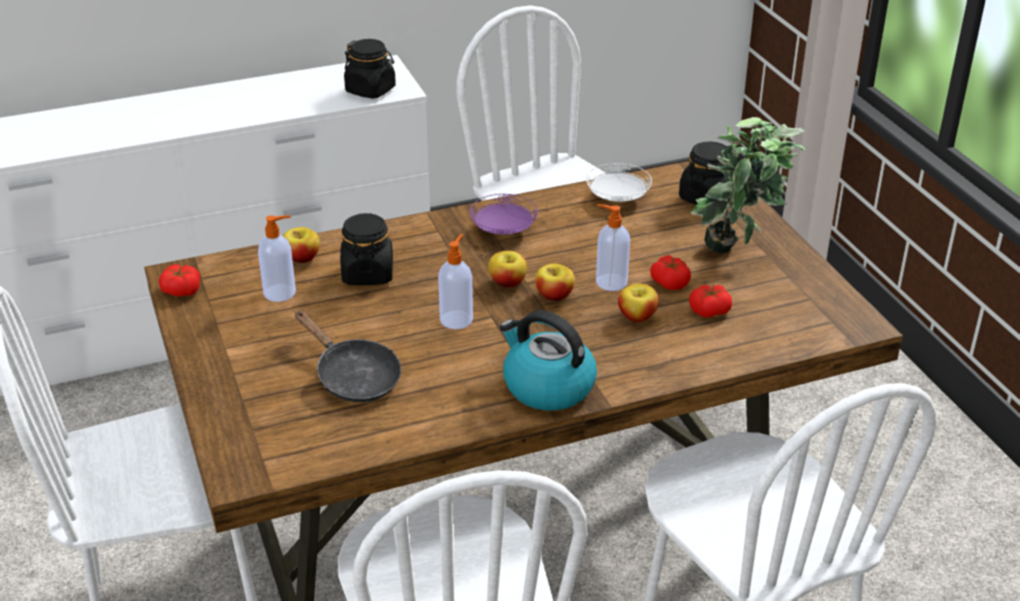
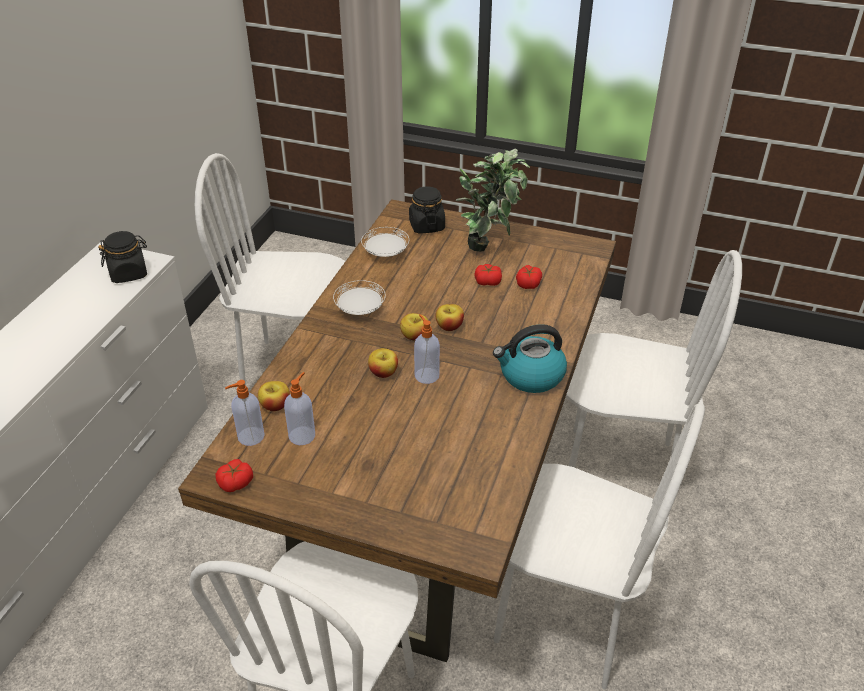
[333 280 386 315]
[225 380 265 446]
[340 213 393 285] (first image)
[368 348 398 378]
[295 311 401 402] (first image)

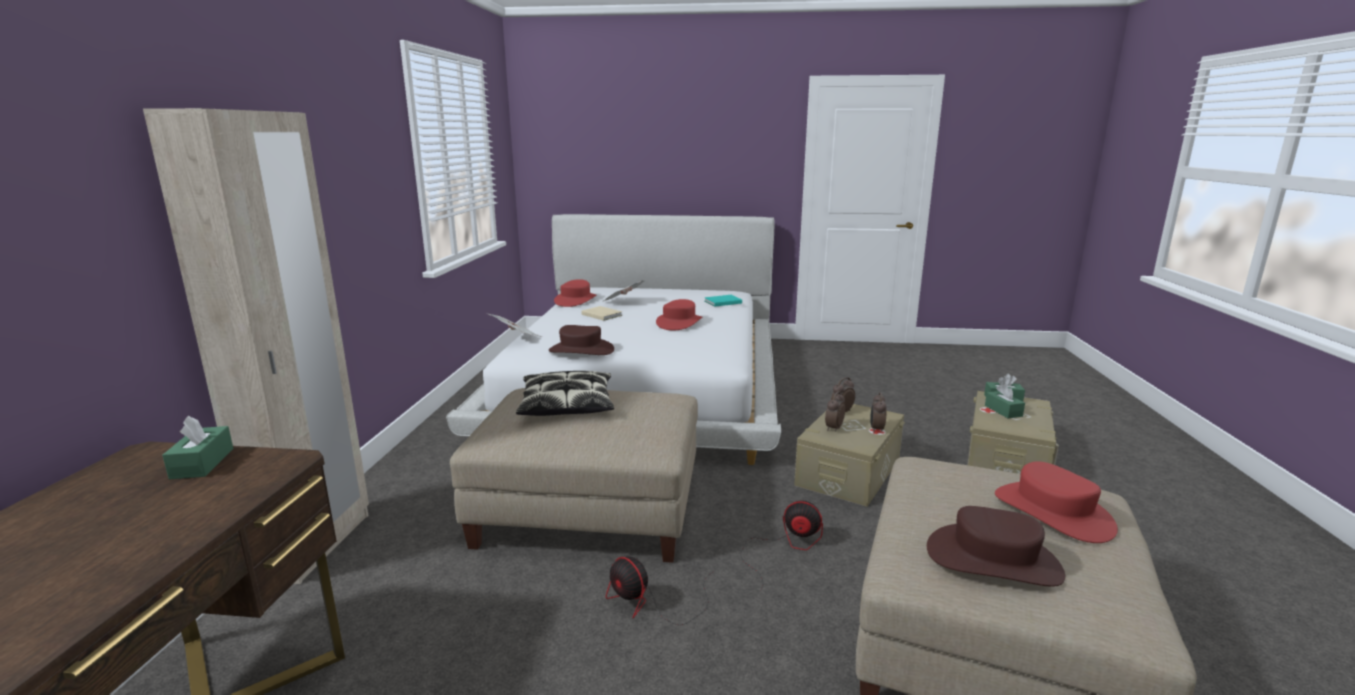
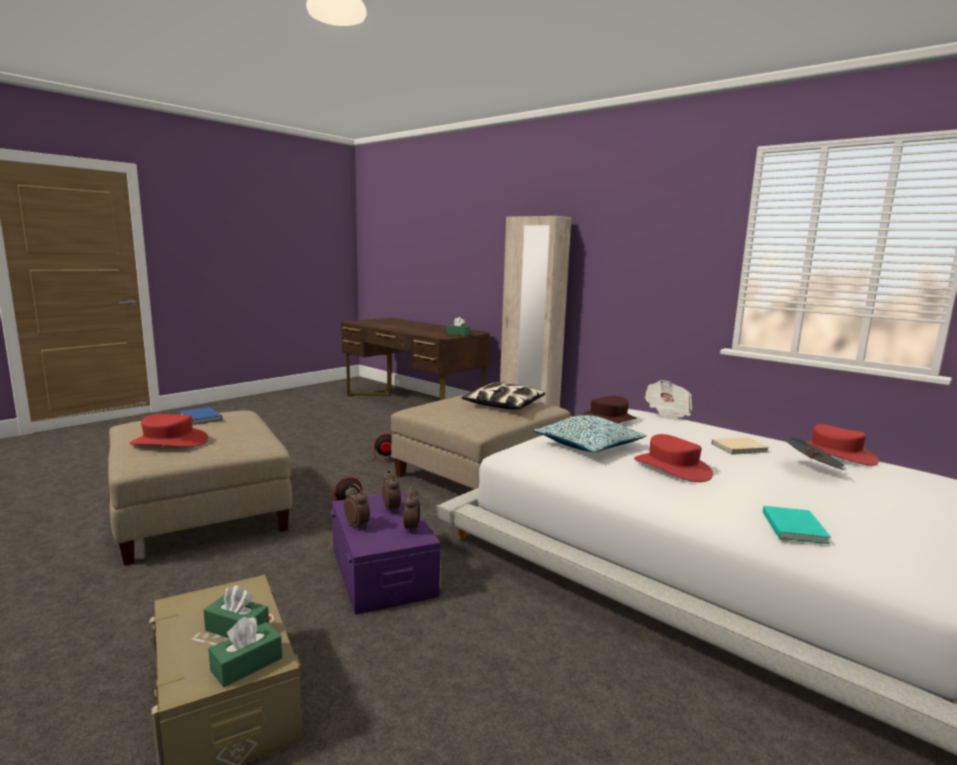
[331 492 441 615]
[180 407 222 425]
[533 415 647 453]

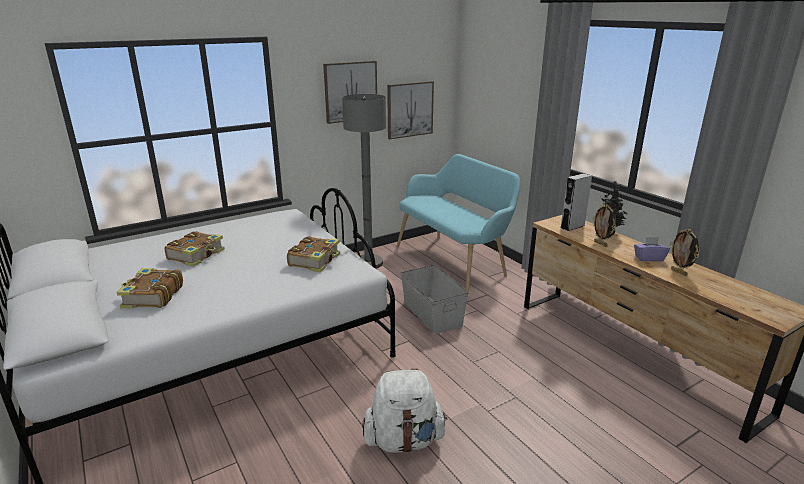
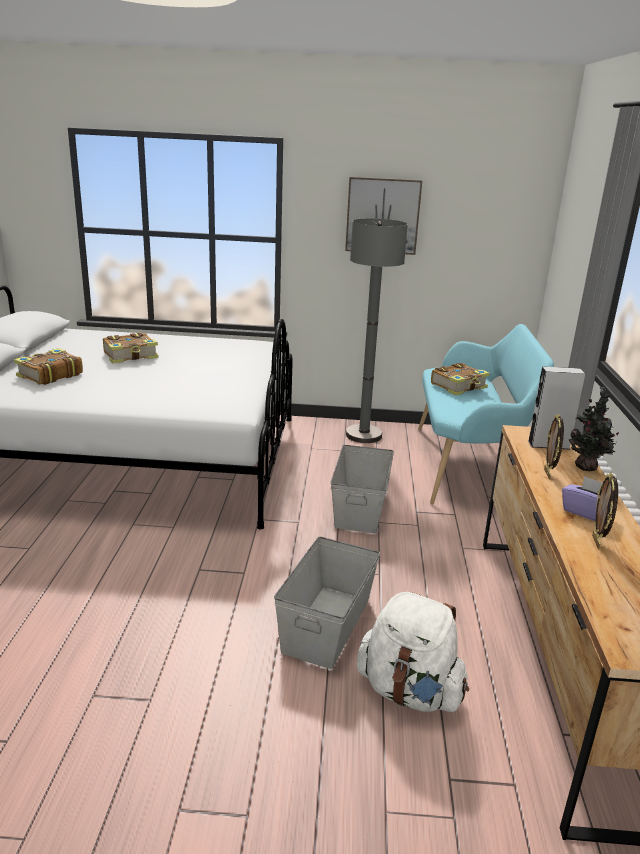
[387 81 434 139] (first image)
[431 363 490 395]
[357 592 469 712]
[274 537 380 669]

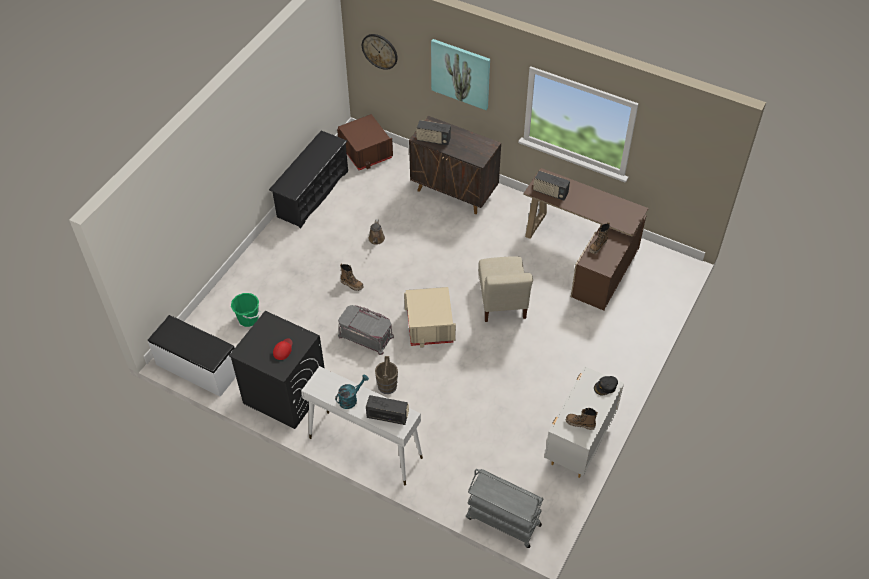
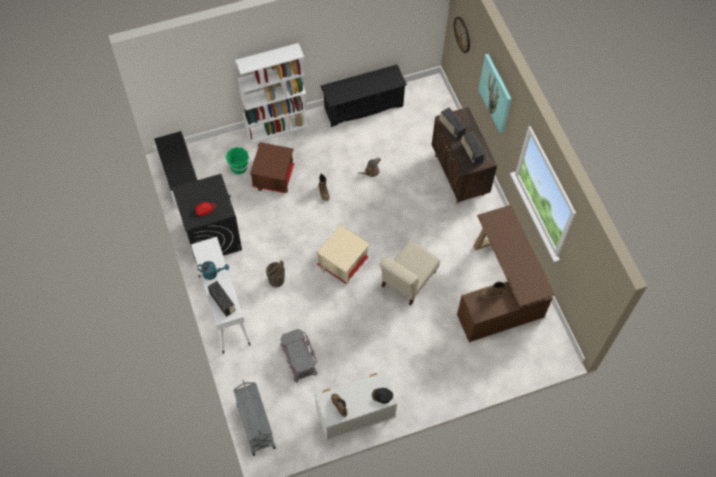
[250 142 295 193]
[461 132 485 166]
[280 329 317 382]
[235 43 308 143]

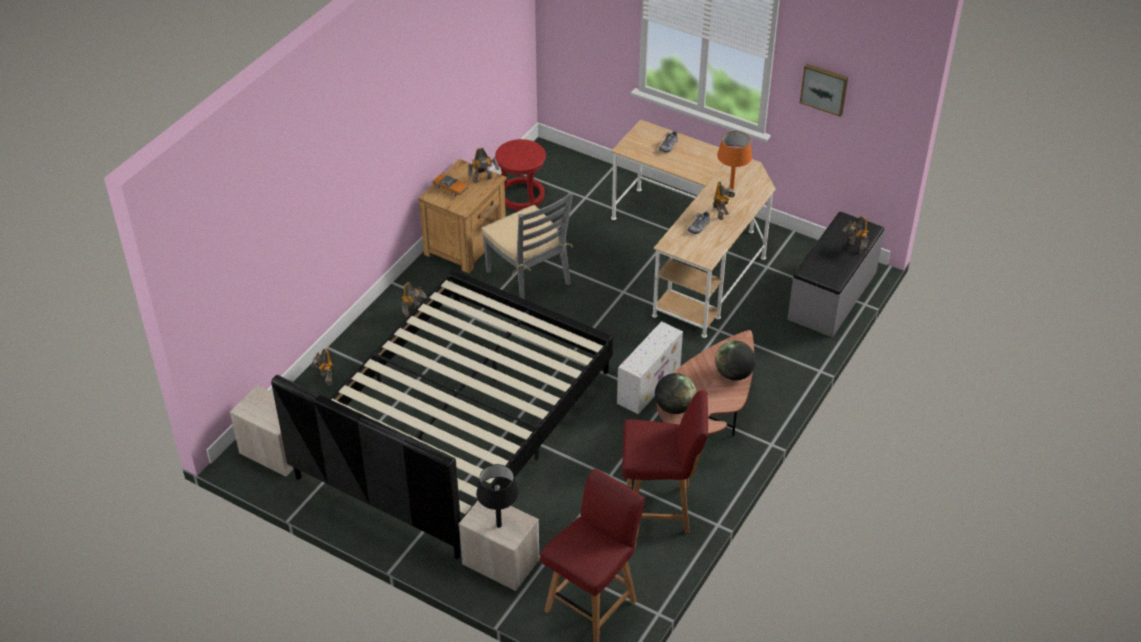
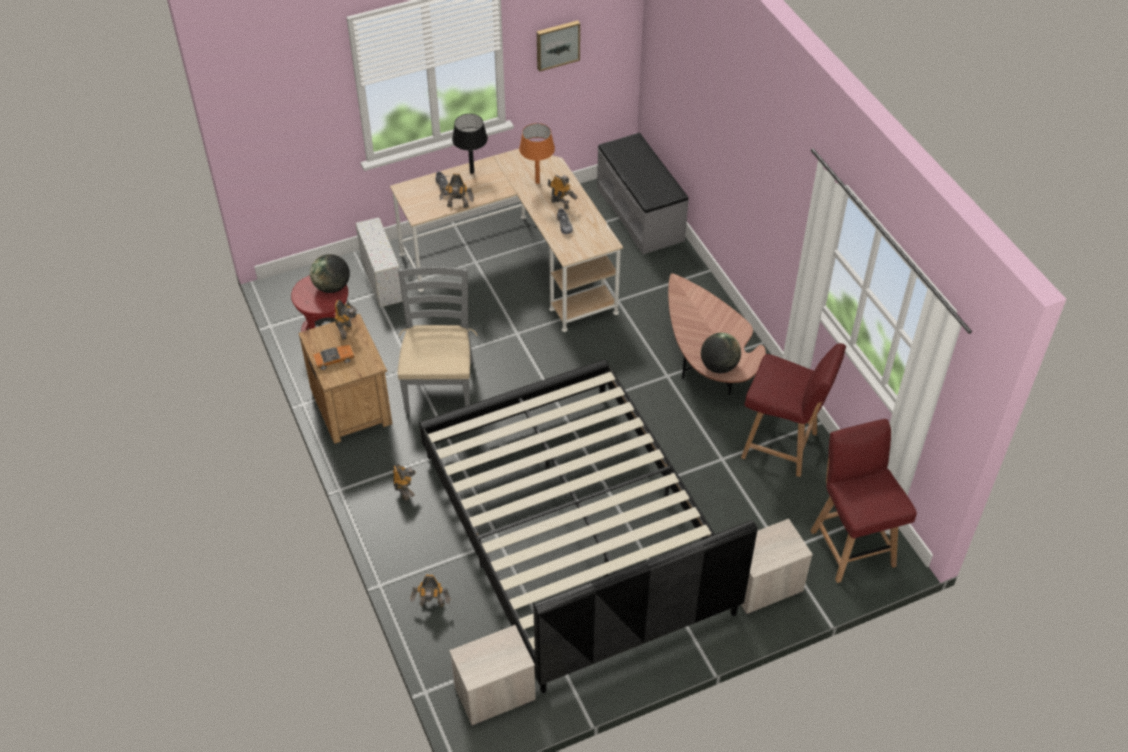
[398 267 478 414]
[439 174 474 208]
[355 217 403 307]
[310 254 350 293]
[741 343 846 477]
[452 114 488 174]

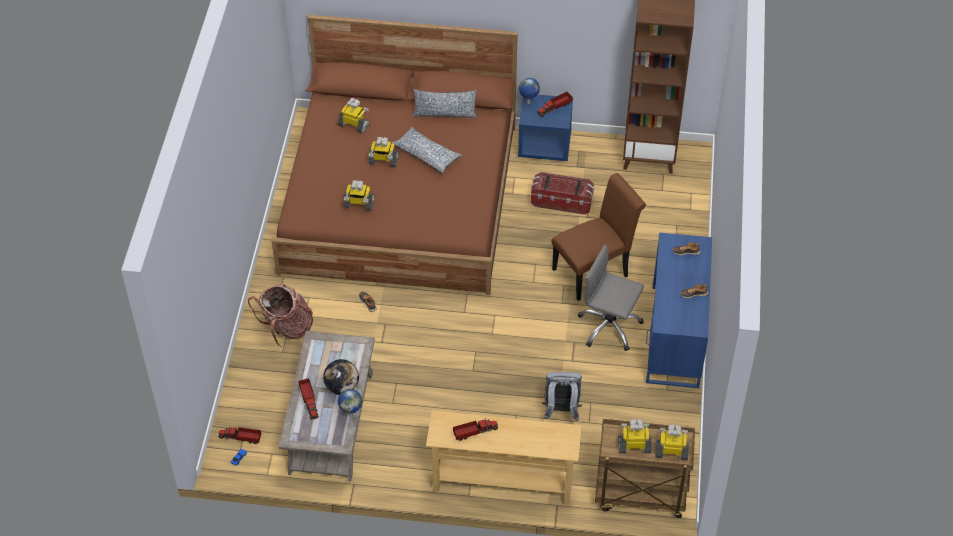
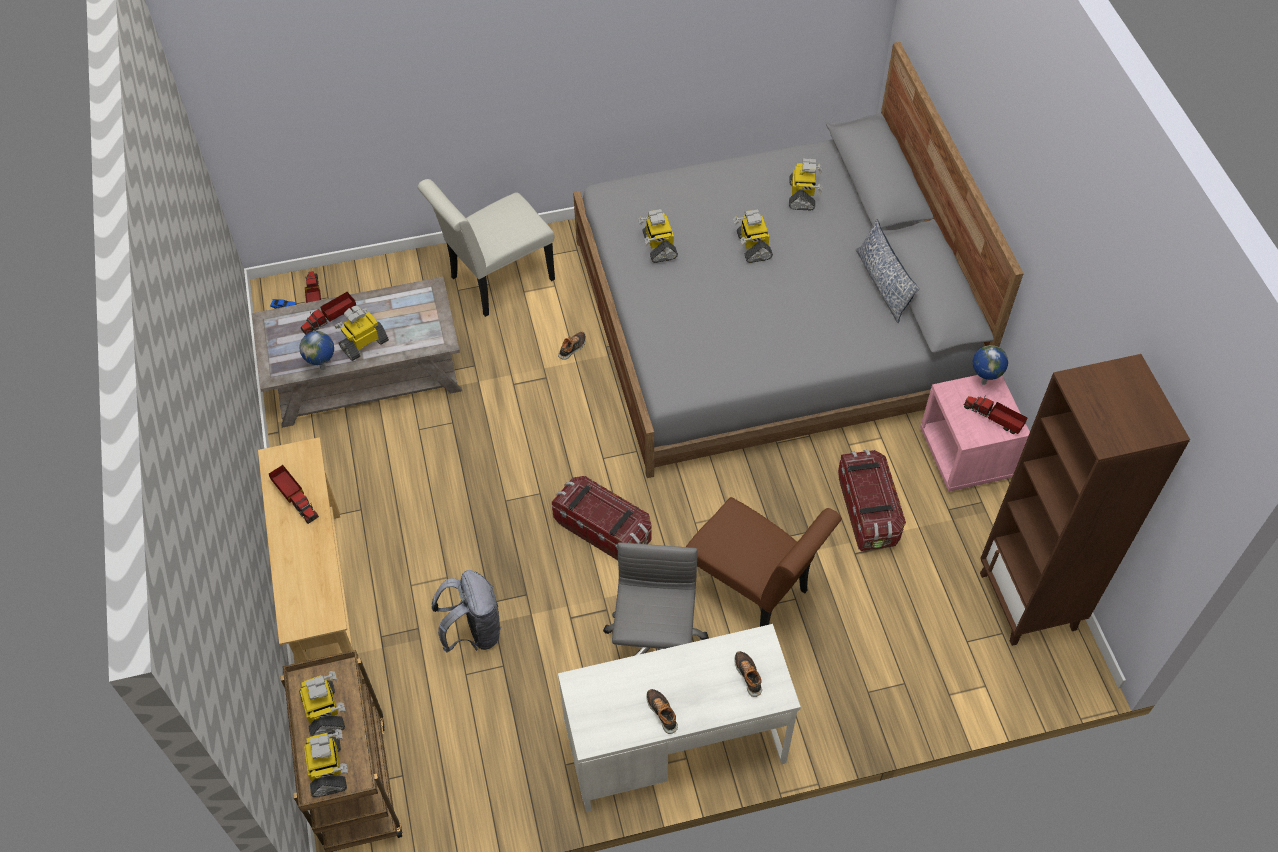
[573 42 1024 478]
[920 375 1030 492]
[391 127 462 173] (first image)
[558 624 801 812]
[417 179 555 317]
[335 305 389 361]
[552 476 652 560]

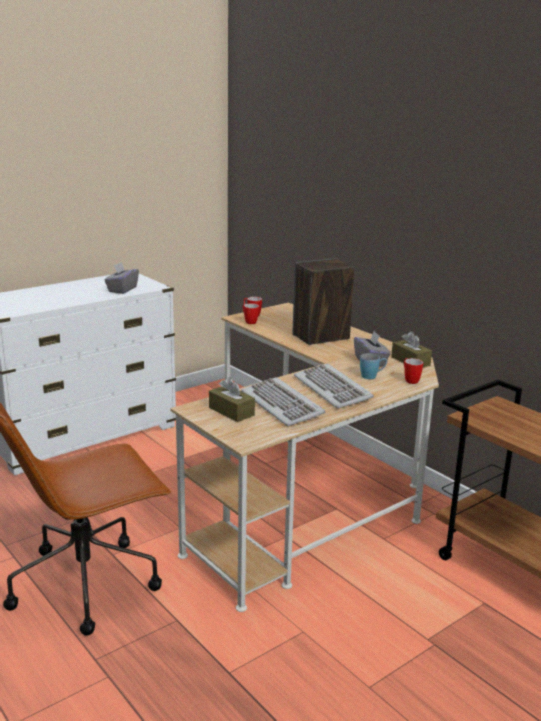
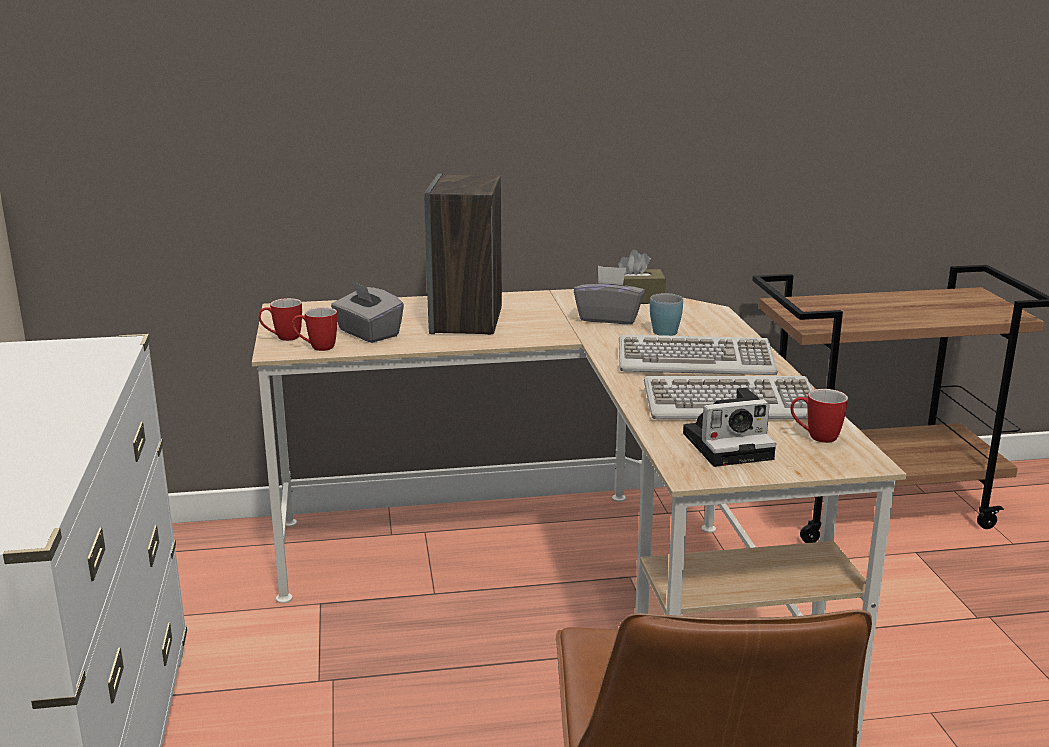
[331 281 404 343]
[790 389 848 443]
[683 387 776 467]

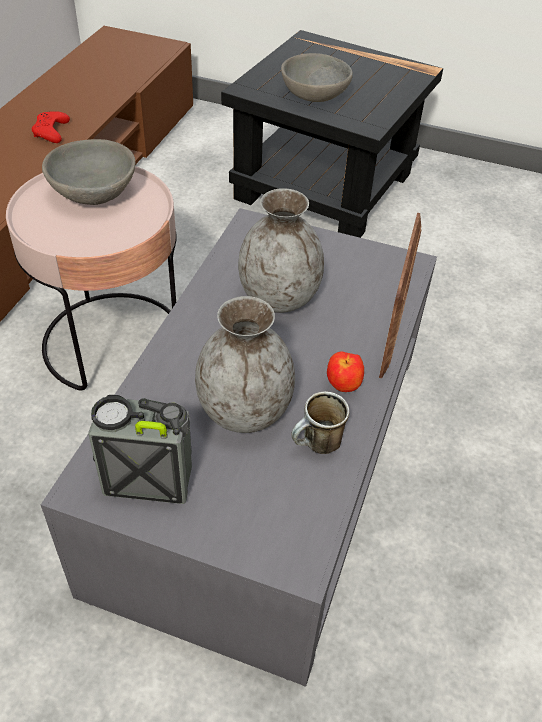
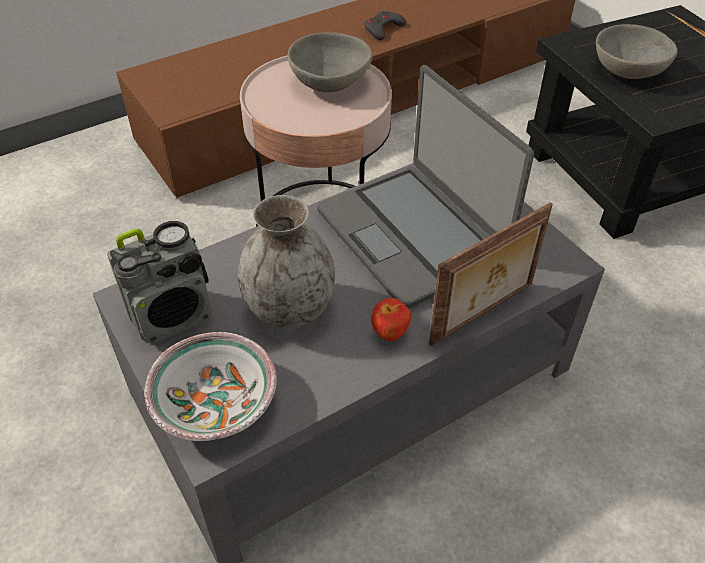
[364 11 406 40]
[317 65 534 309]
[291 391 349 454] (first image)
[107 221 212 344]
[144 332 277 441]

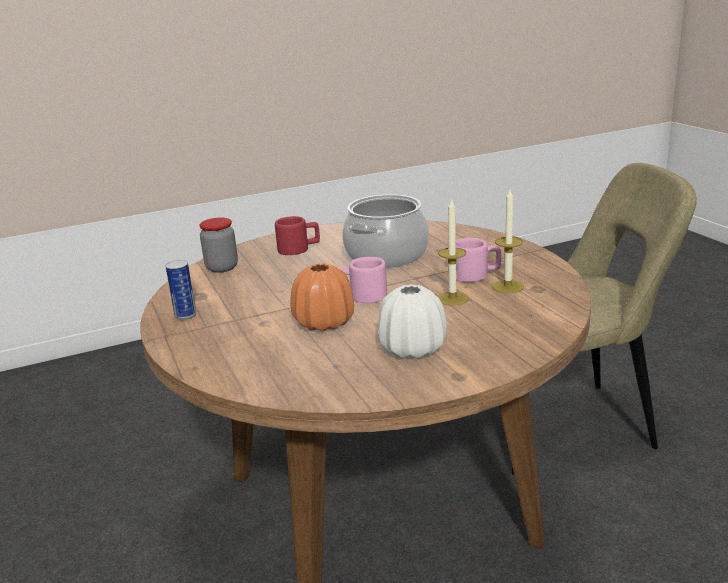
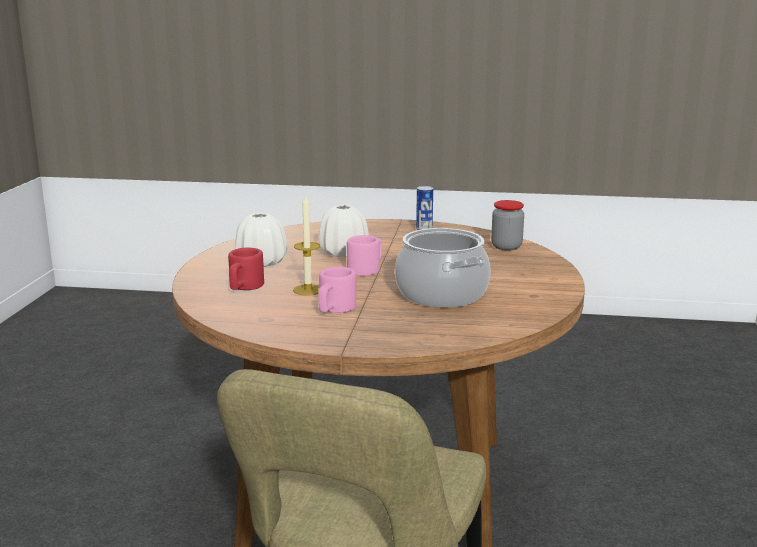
[492 190 524 293] (first image)
[228 248 264 290]
[319 205 369 257]

